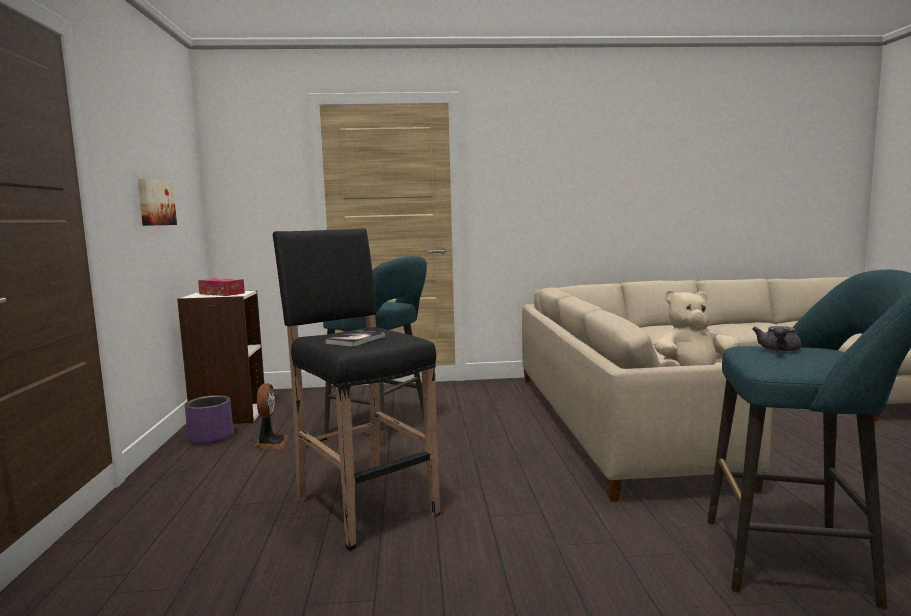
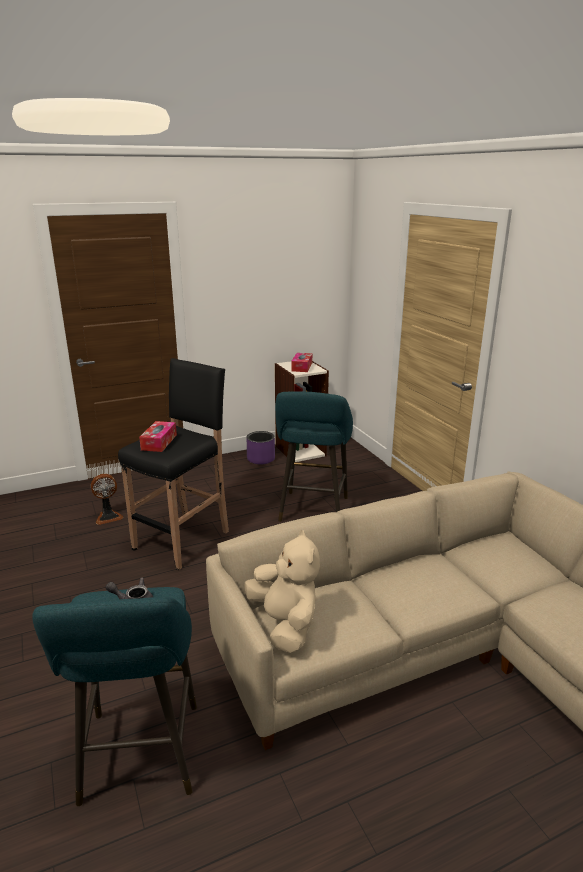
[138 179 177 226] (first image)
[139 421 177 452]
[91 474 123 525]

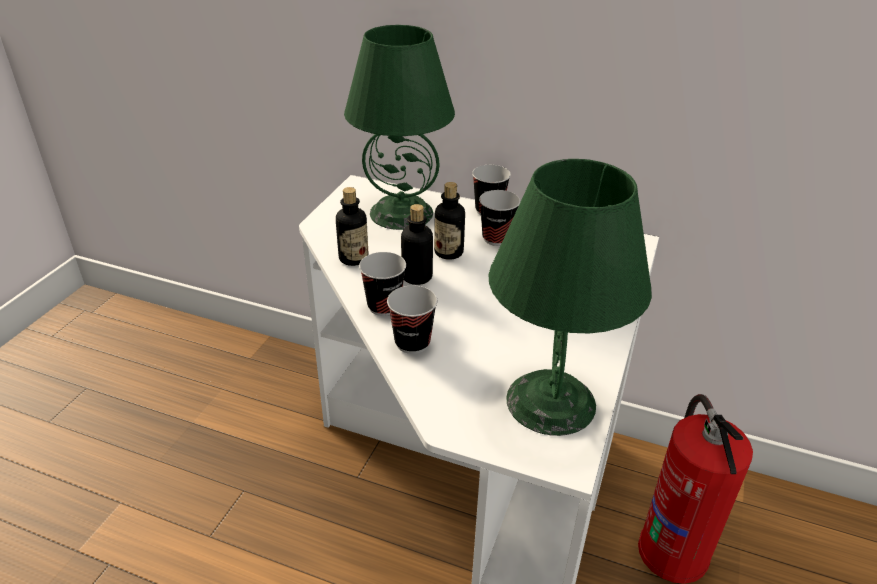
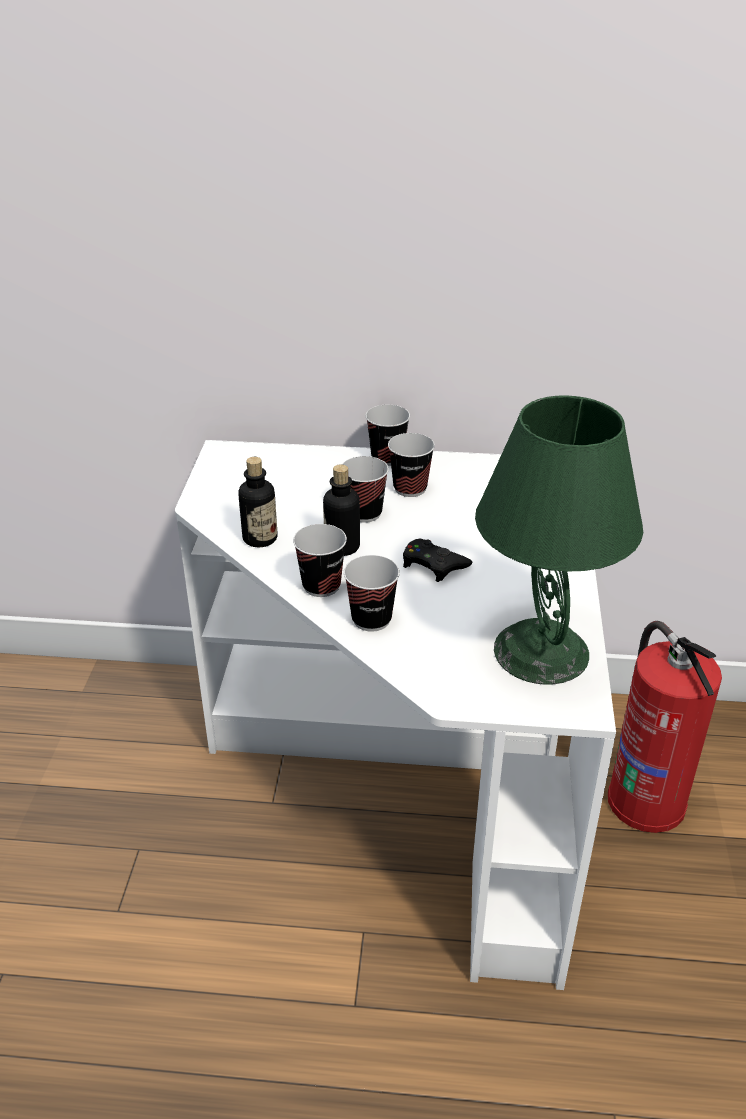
[344 25 455 230] (first image)
[342 456 389 523]
[403 539 473 582]

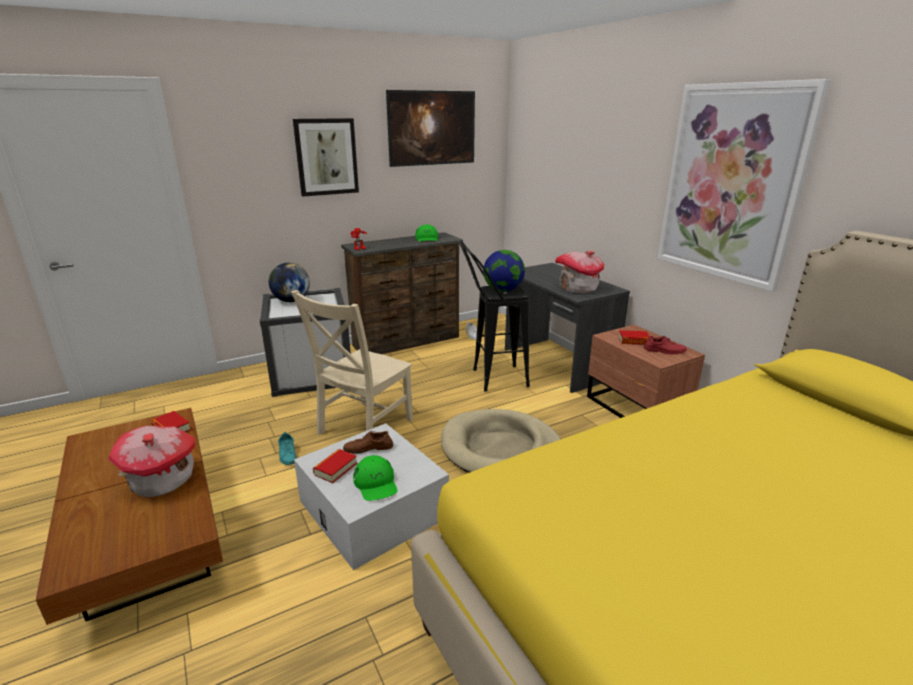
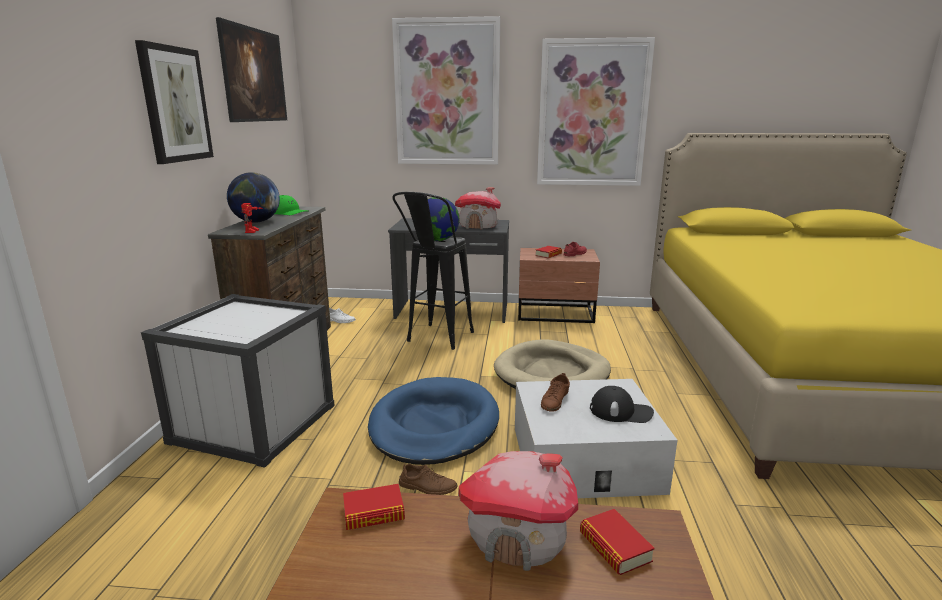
[227 172 280 223]
[368 377 499 465]
[399 464 458 495]
[580 509 655 575]
[590 386 654 423]
[392 16 500 165]

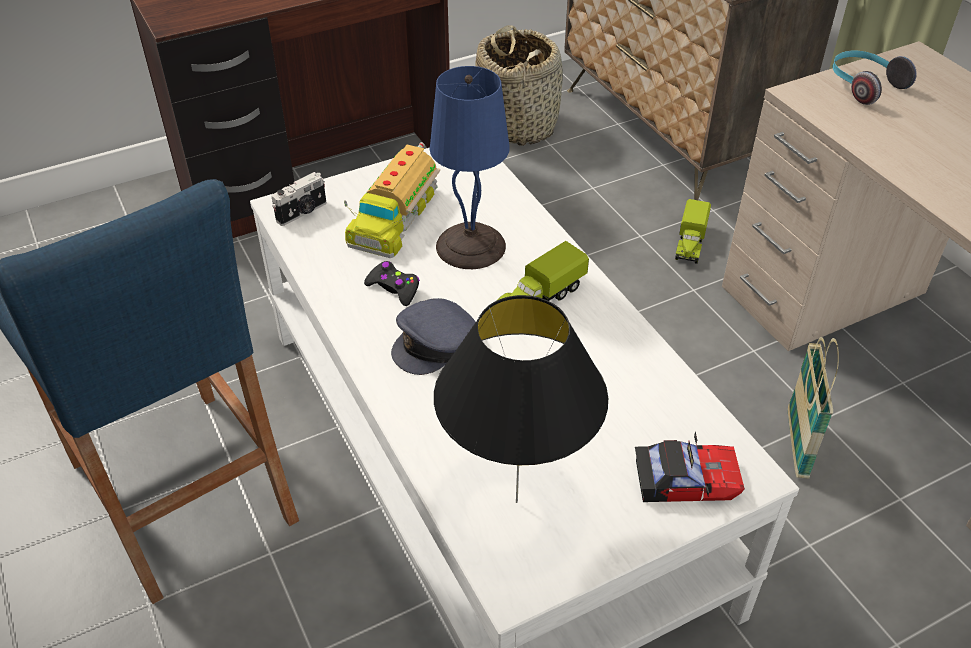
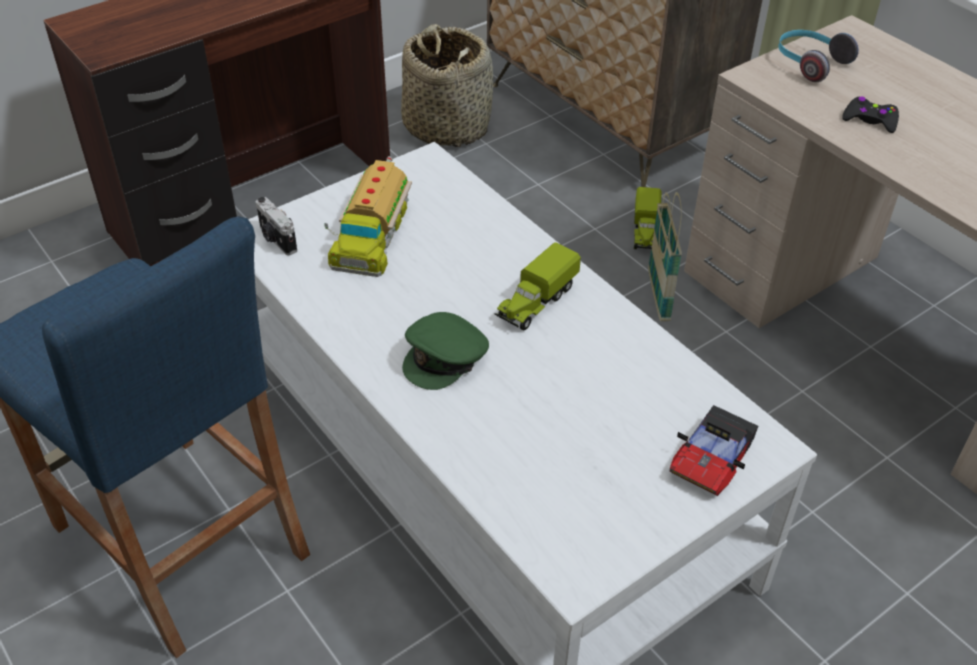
[430 66 510 269] (first image)
[255 197 297 255]
[842 96 899 133]
[434 295 608 503] (first image)
[402 312 489 390]
[648 192 682 321]
[670 405 758 496]

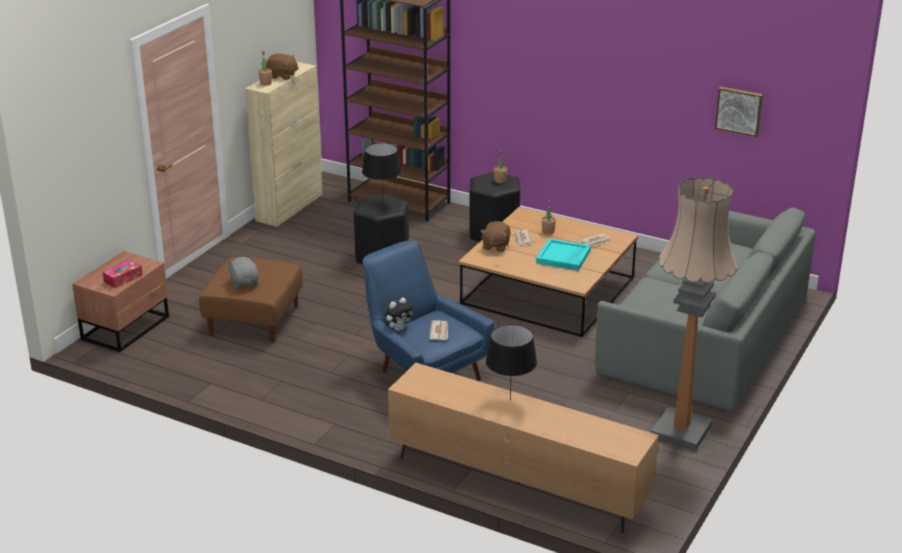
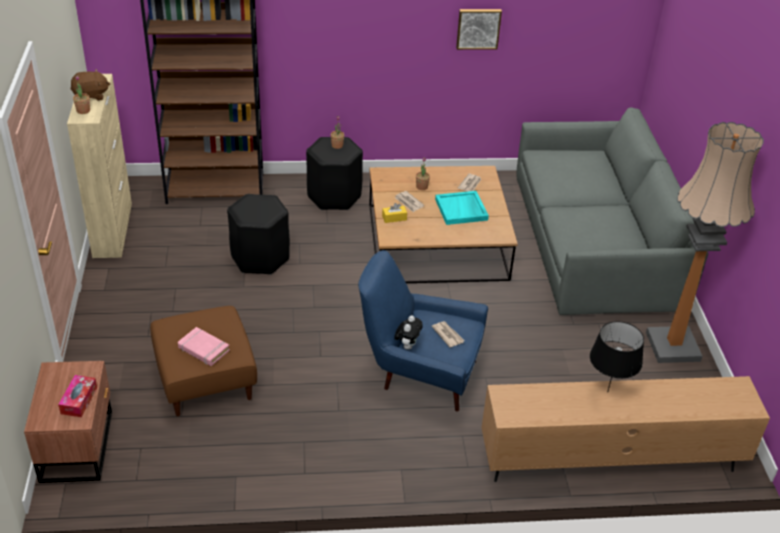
[456 9 502 50]
[362 143 402 204] (first image)
[382 203 407 223]
[178 327 230 366]

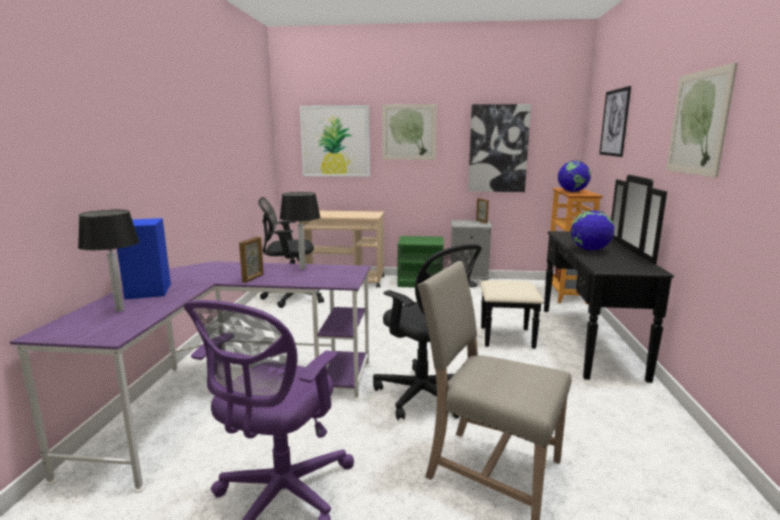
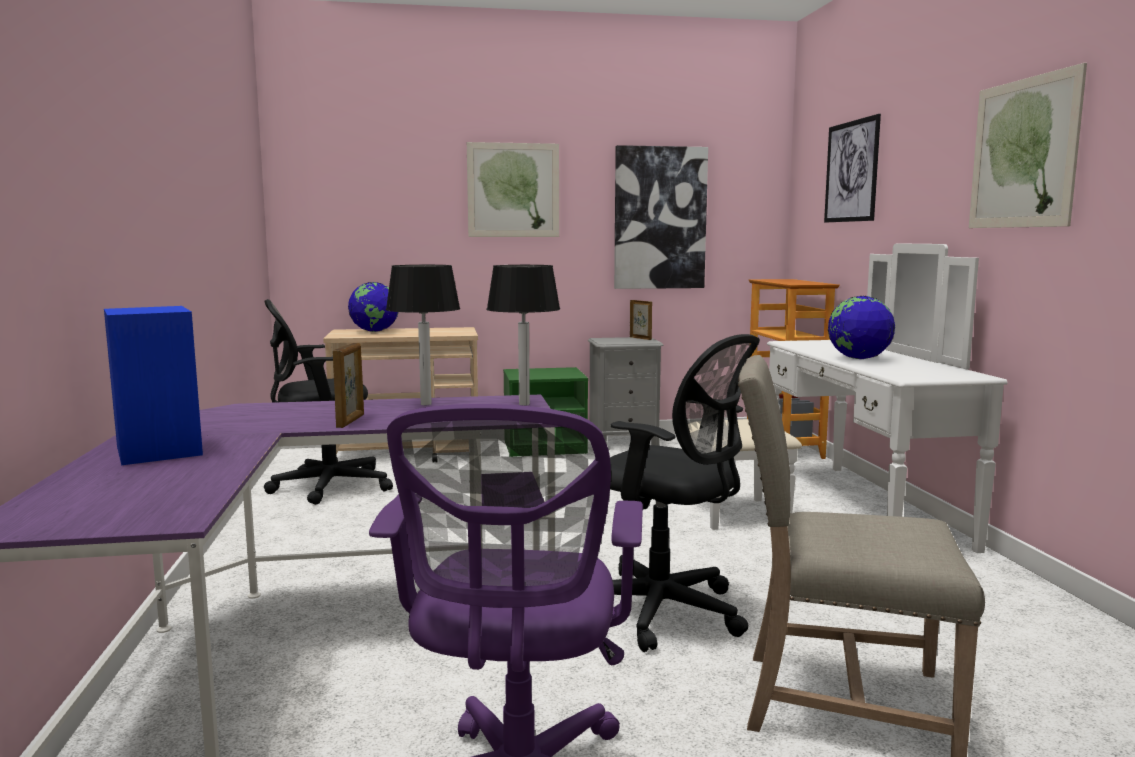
[300 105 370 177] (first image)
[348 282 398 332]
[689 243 1008 553]
[487 265 560 406]

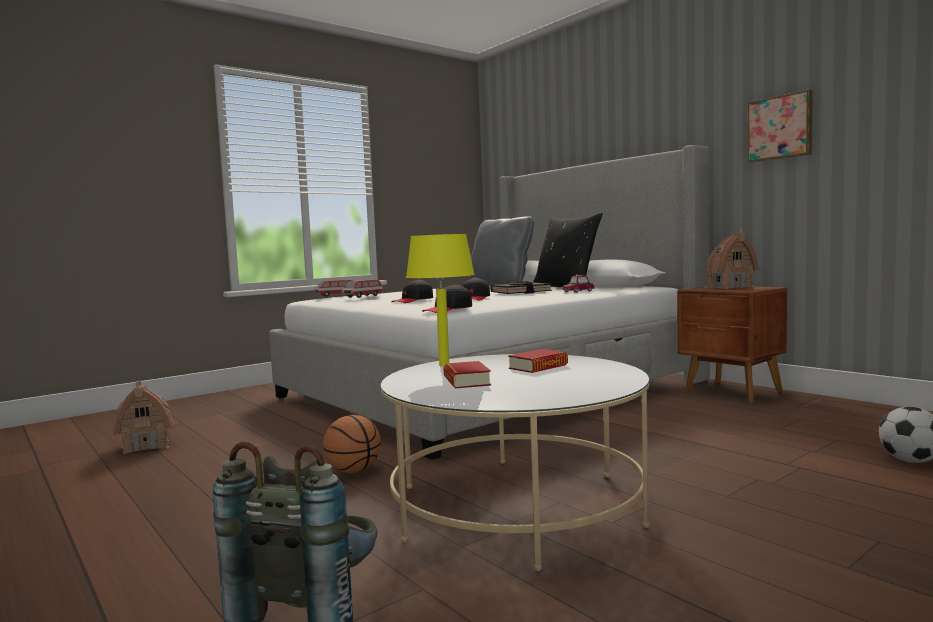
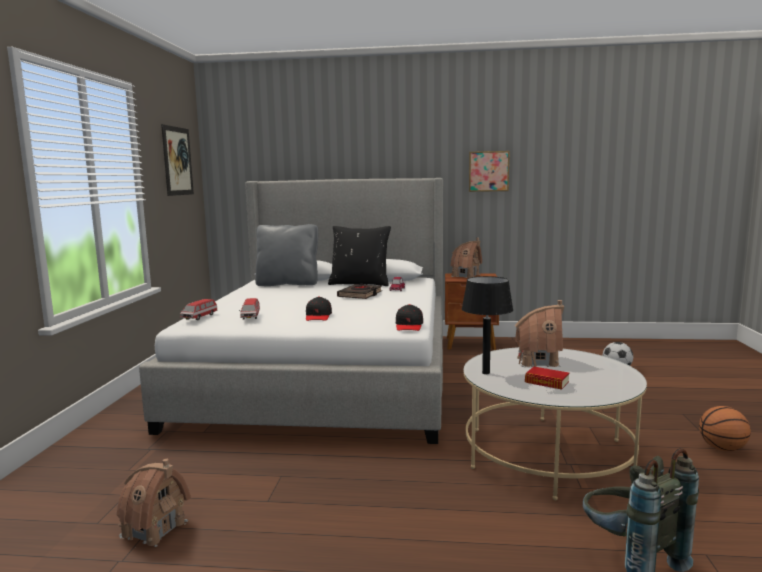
[462 276 513 374]
[462 277 490 301] (first image)
[515 300 564 367]
[699 406 751 451]
[161 124 194 196]

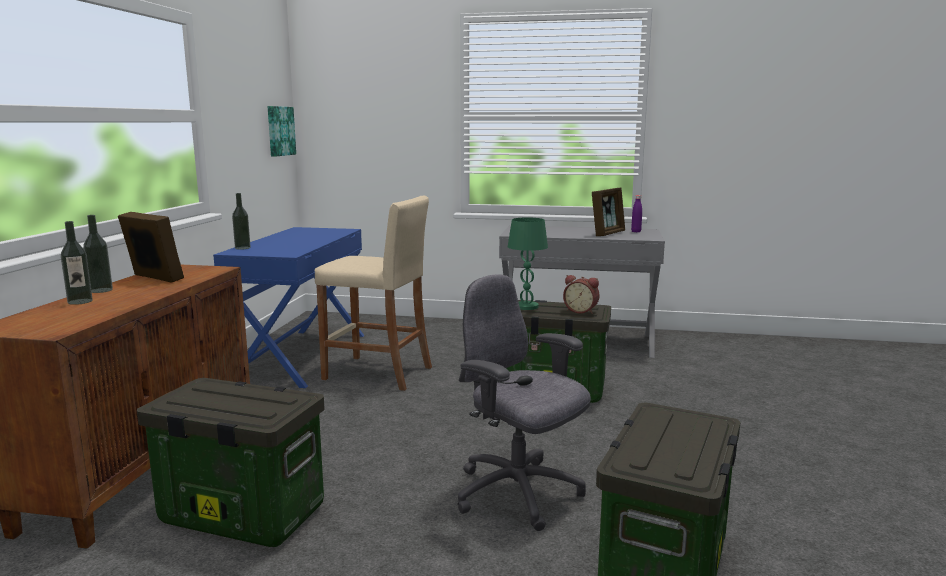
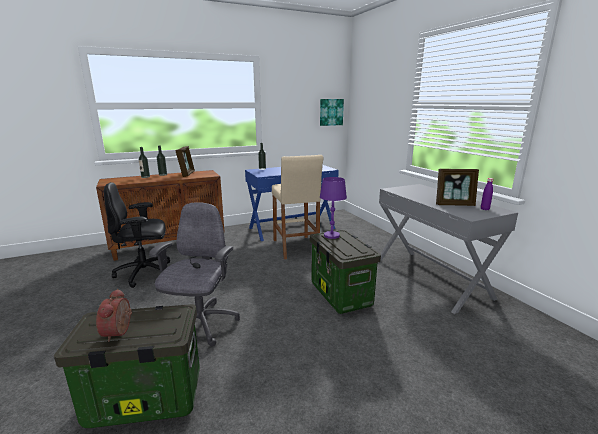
[320 177 347 239]
[96 289 132 342]
[104 182 170 288]

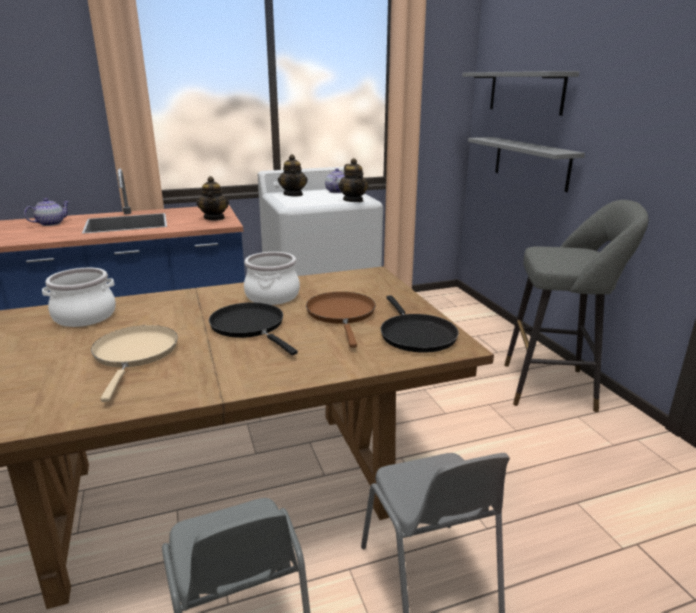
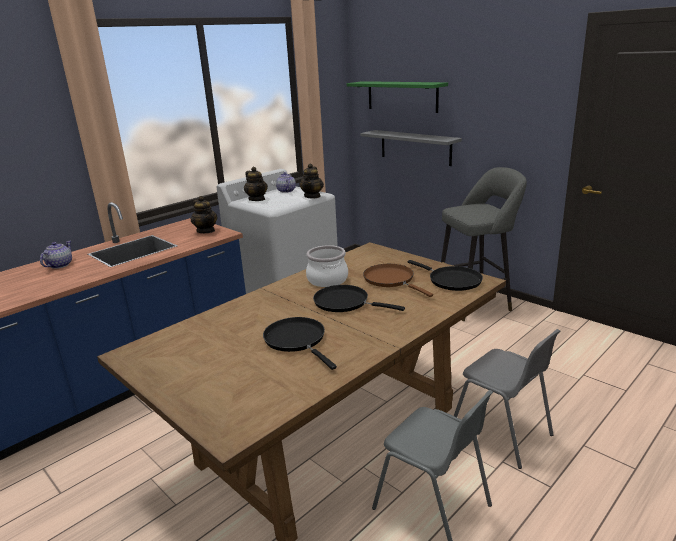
[347 81 448 113]
[299 163 324 199]
[42 268 116 327] (first image)
[263 317 337 370]

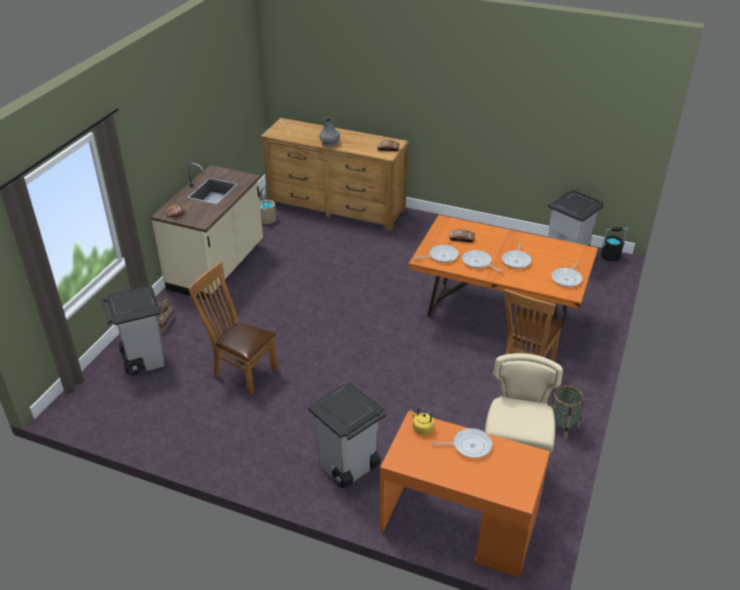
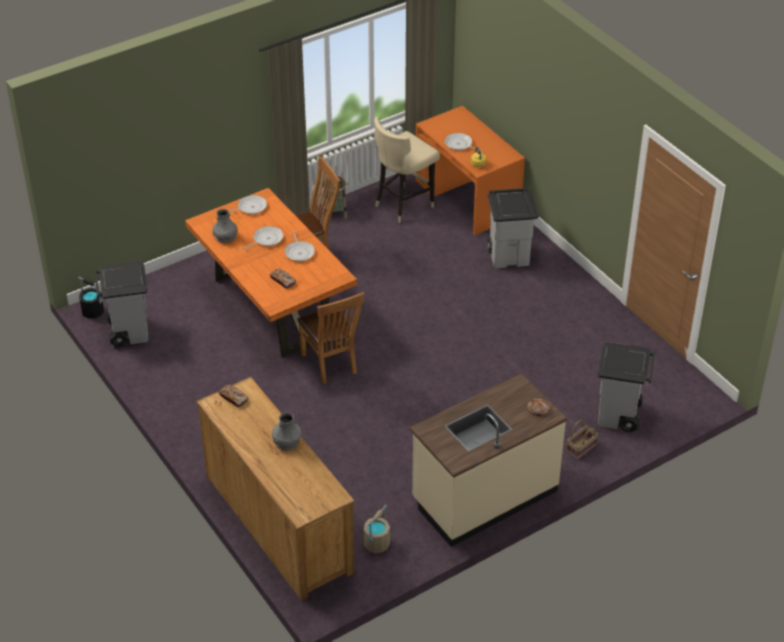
[414 245 459 263] (first image)
[297 292 364 384]
[212 209 238 243]

